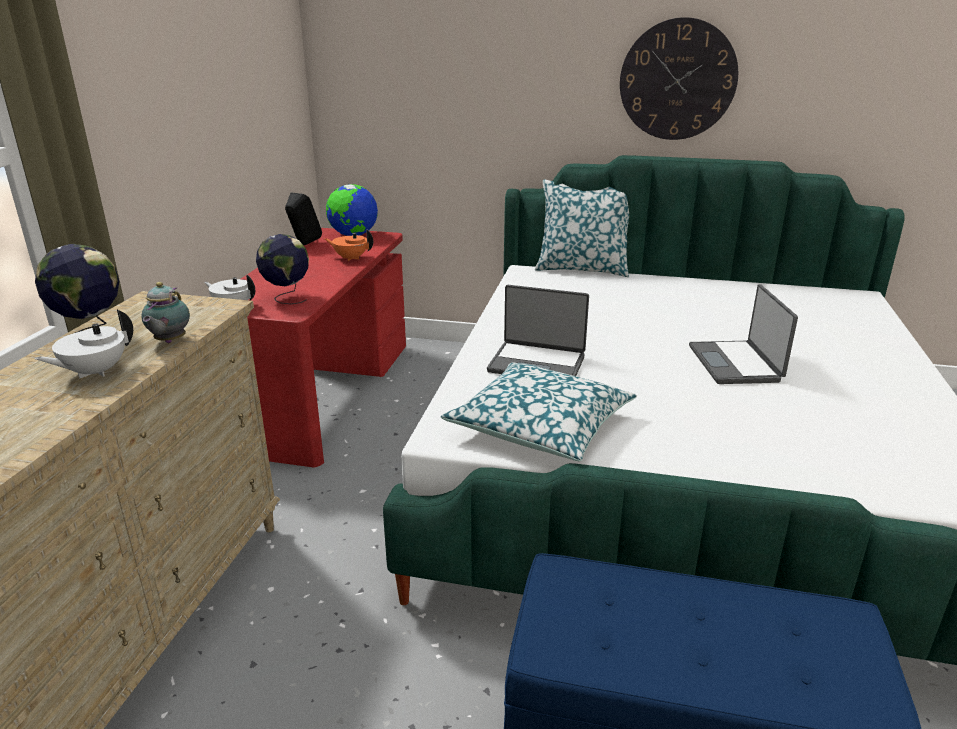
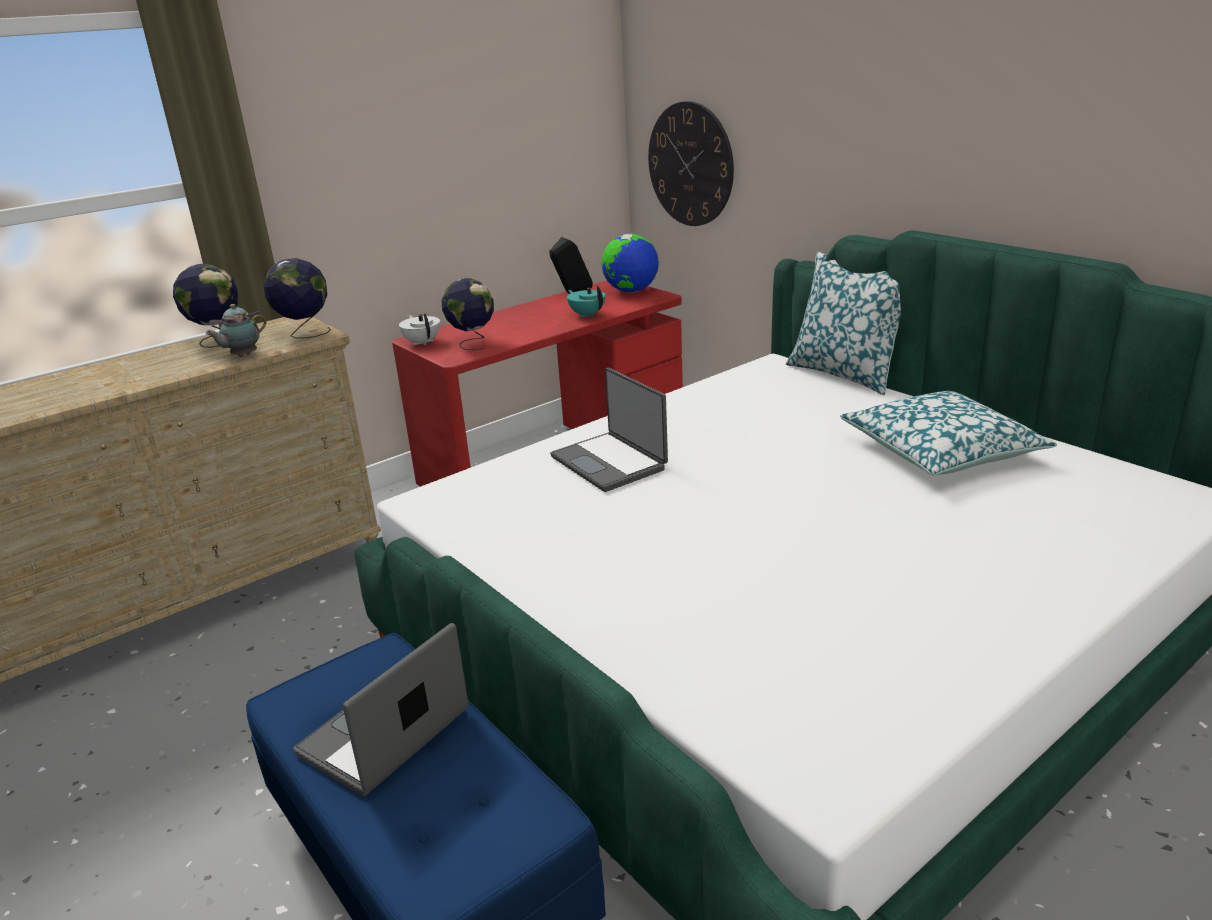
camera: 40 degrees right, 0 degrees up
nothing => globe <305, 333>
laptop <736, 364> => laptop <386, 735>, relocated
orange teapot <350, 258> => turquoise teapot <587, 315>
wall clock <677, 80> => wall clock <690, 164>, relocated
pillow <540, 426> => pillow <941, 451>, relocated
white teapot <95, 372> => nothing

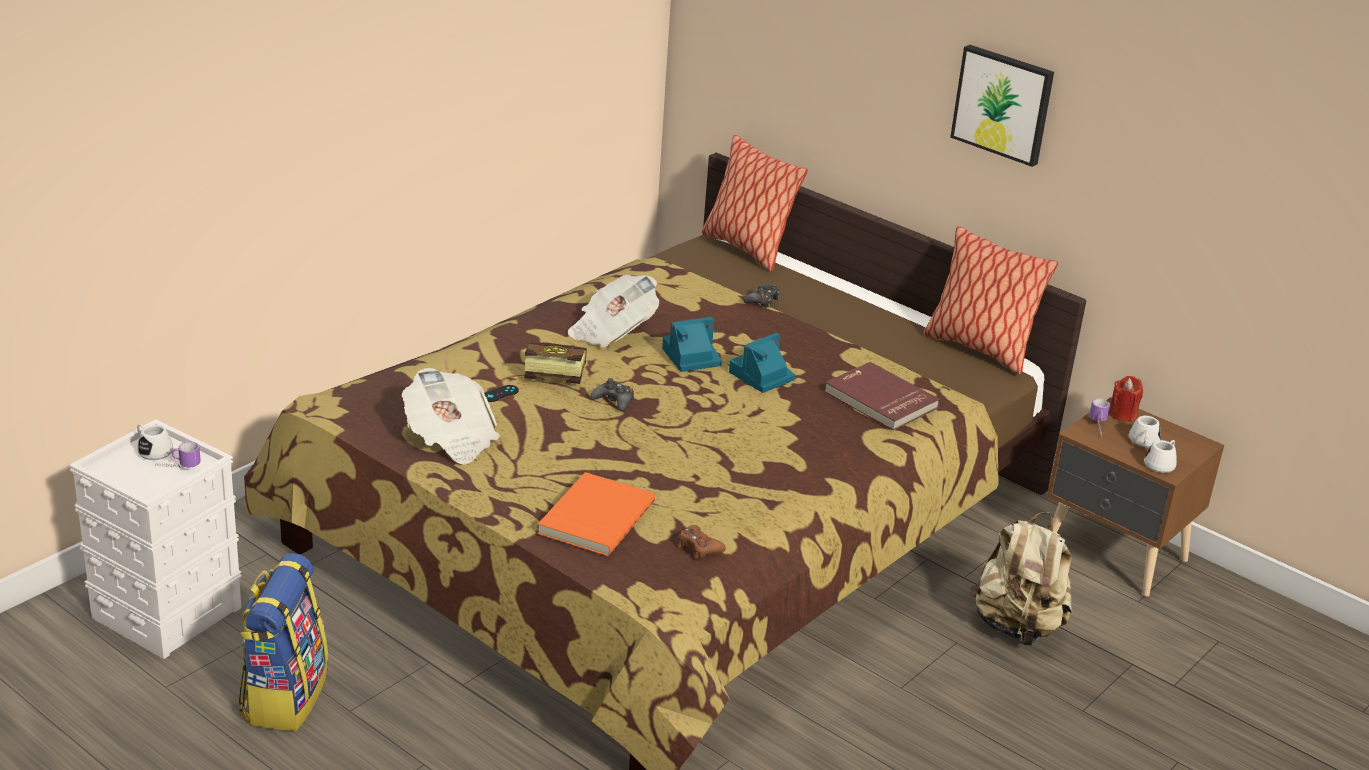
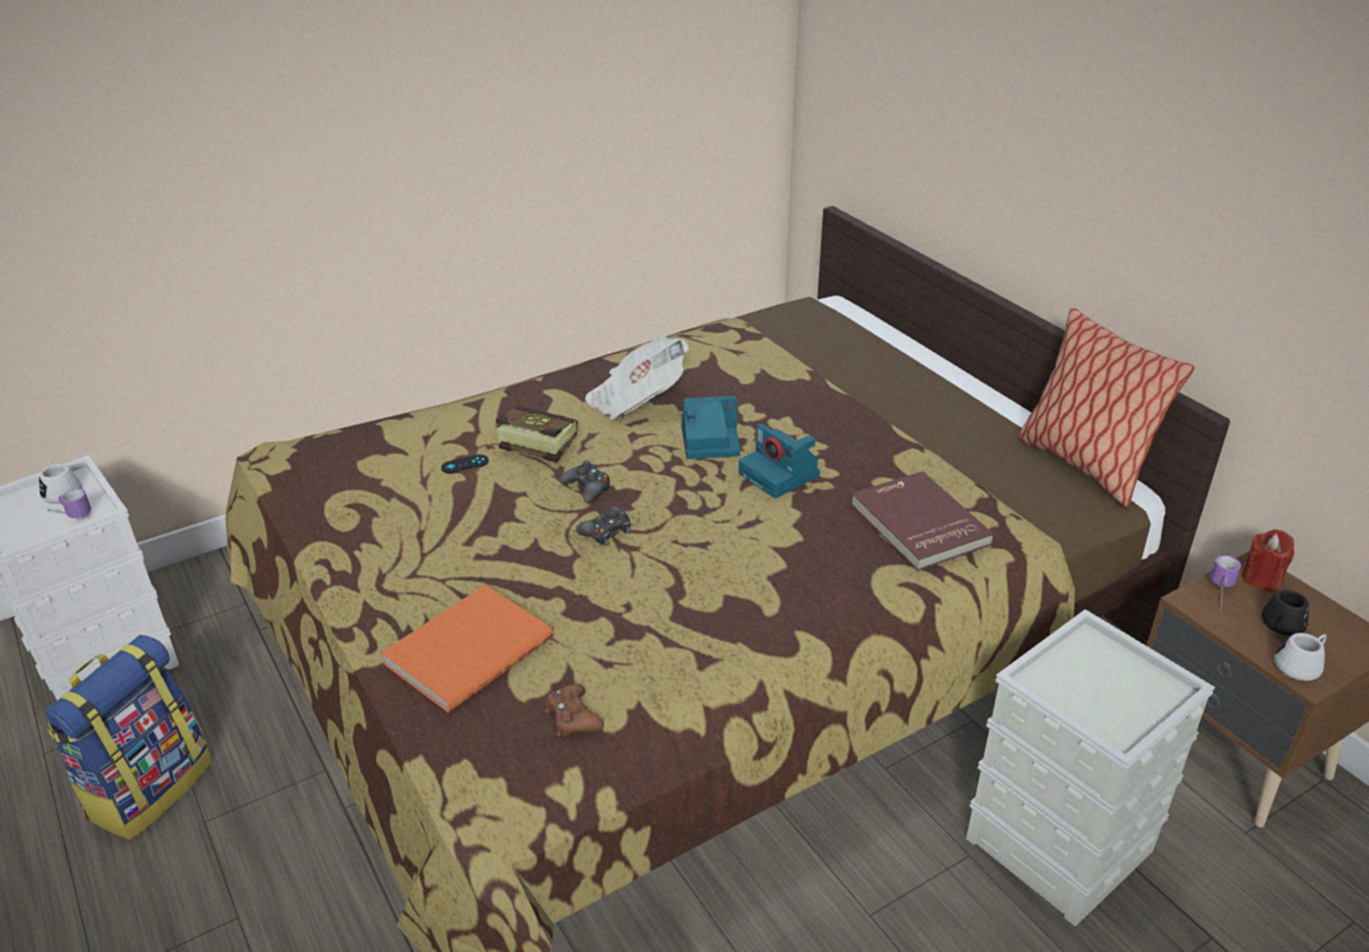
camera: 20 degrees right, 5 degrees up
black game controller <762, 300> => black game controller <606, 531>, relocated
photo camera <761, 376> => photo camera <781, 475>, 105 degrees counterclockwise
beige backpack <1017, 627> => grey storage box <1061, 845>
white mug <1143, 442> => black mug <1281, 626>
newspaper <451, 438> => nothing
pillow <747, 248> => nothing
picture <1003, 104> => nothing

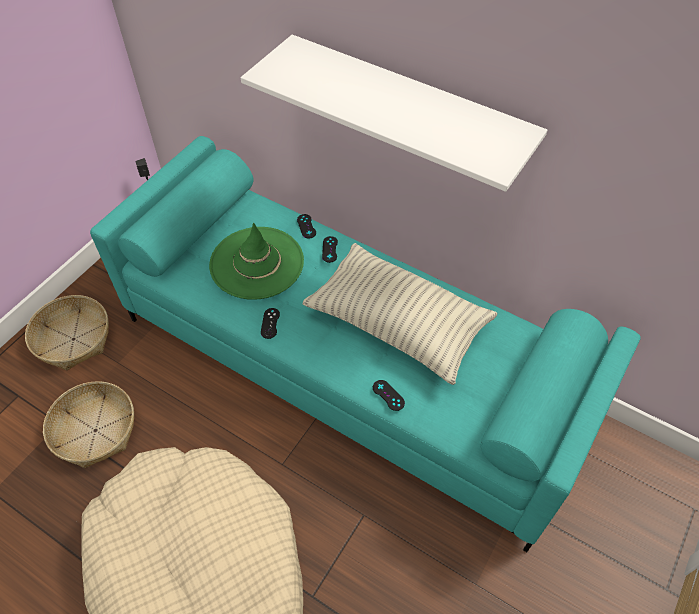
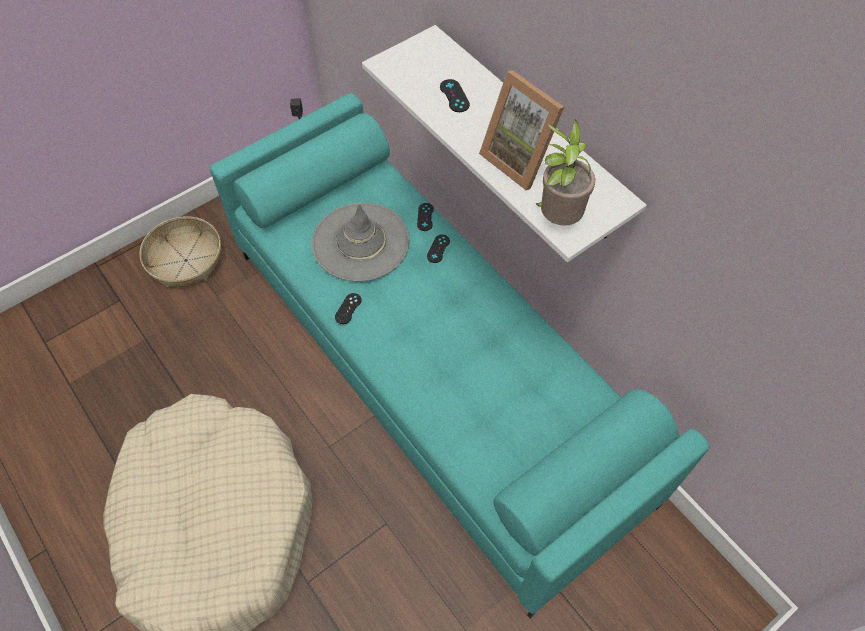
camera: 20 degrees right, 5 degrees up
green hat <256, 263> => grey hat <360, 242>
black game controller <388, 395> => black game controller <454, 96>, relocated
nothing => picture frame <521, 159>
nothing => potted plant <557, 218>
basket <95, 430> => nothing
pillow <398, 323> => nothing

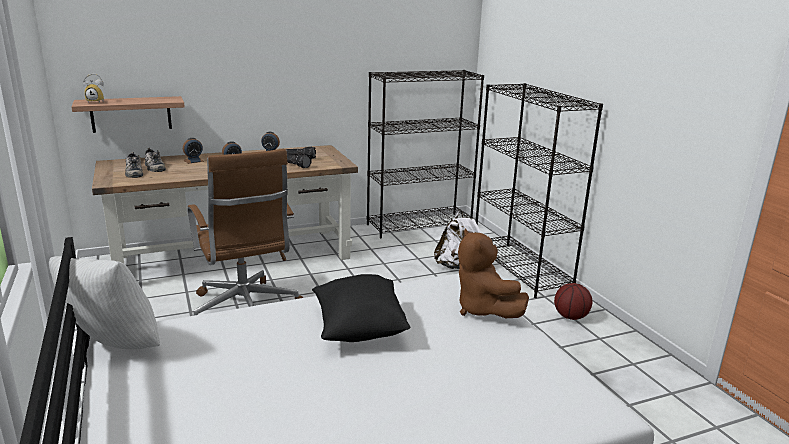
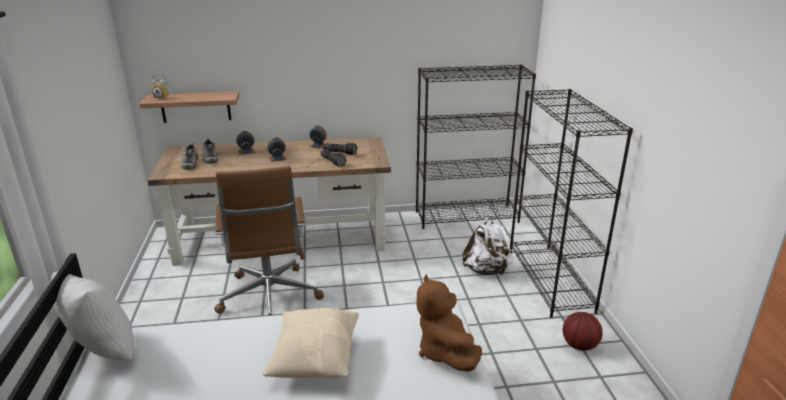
camera: 15 degrees right, 5 degrees up
black pillow <359, 329> => beige pillow <315, 360>

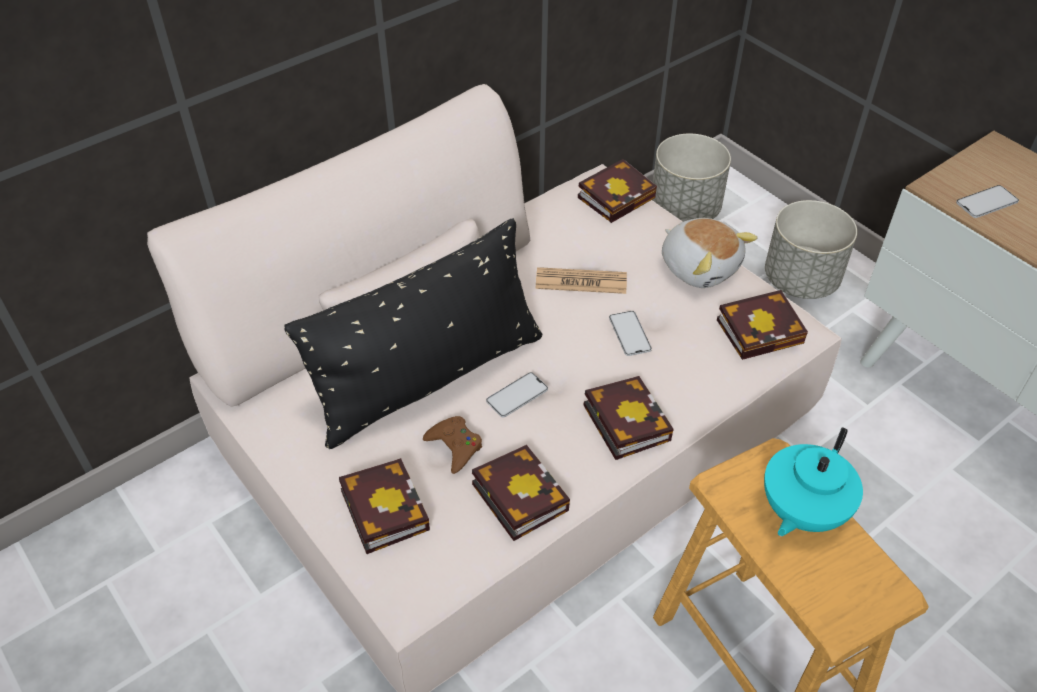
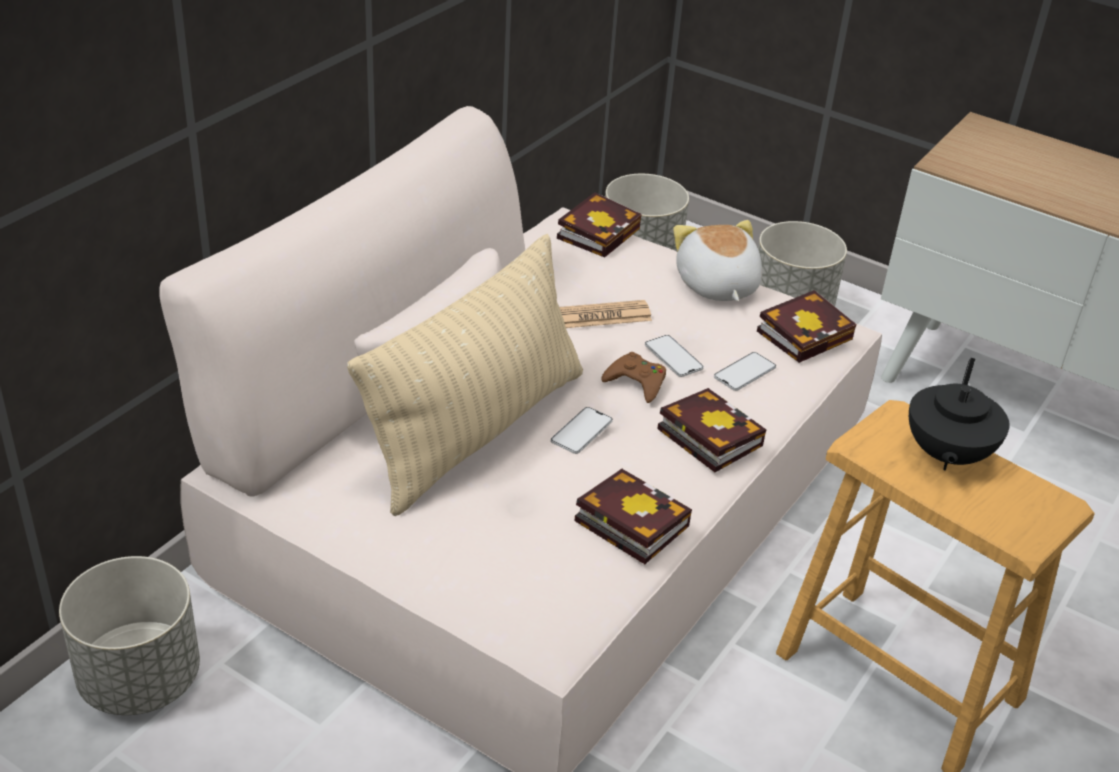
camera: 20 degrees left, 10 degrees down
nothing => grey planter <140, 678>
black pillow <429, 378> => beige pillow <476, 431>
brown game controller <455, 446> => brown game controller <636, 382>, relocated
plush toy <700, 266> => plush toy <716, 286>, 135 degrees counterclockwise
phone <987, 202> => phone <744, 372>, relocated
turquoise teapot <801, 511> => black teapot <946, 455>
book <381, 508> => nothing

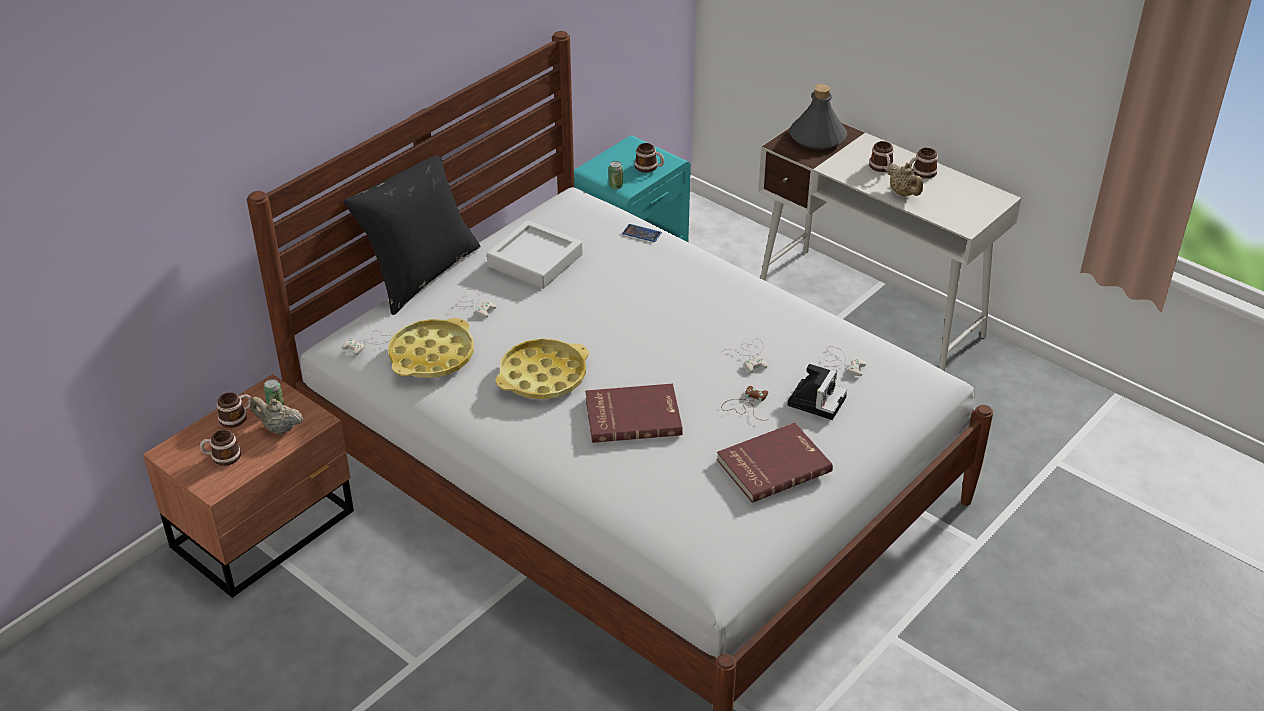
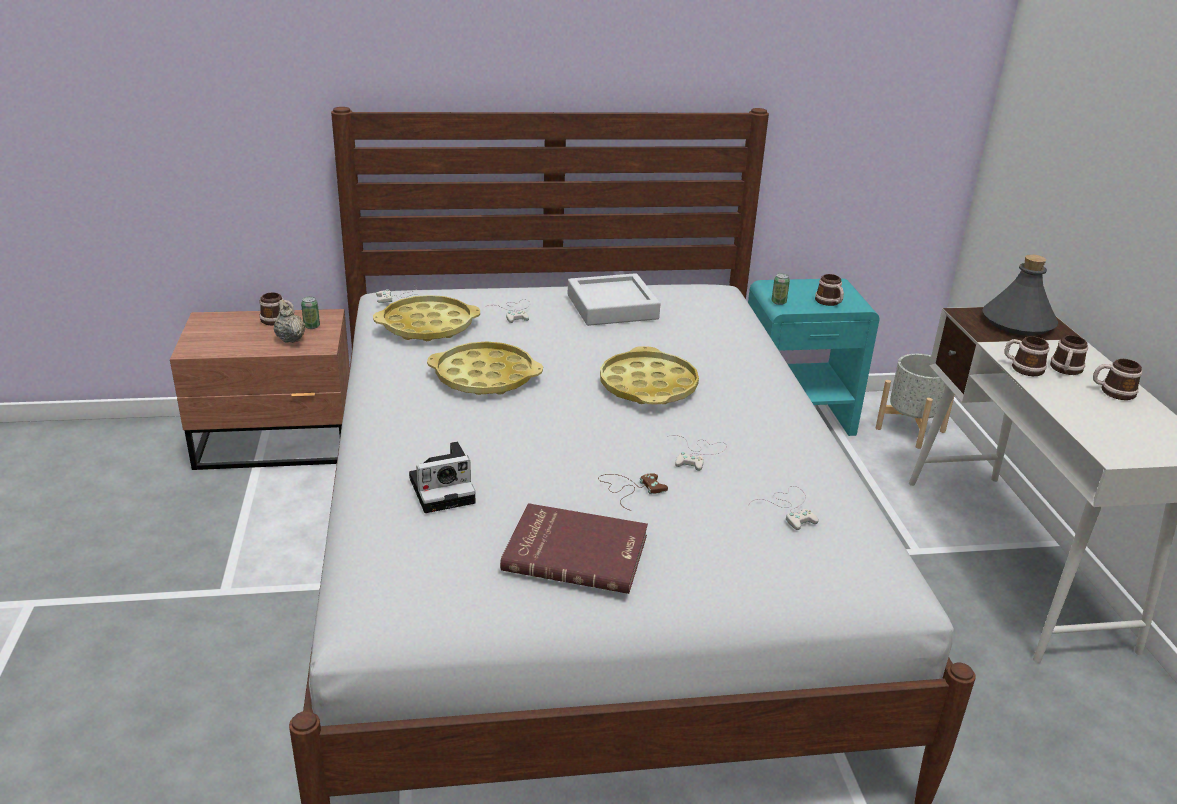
camera: 40 degrees right, 10 degrees down
photo camera <816, 400> => photo camera <444, 489>, relocated
nothing => yellow tray <648, 386>
nothing => grey planter <910, 430>
mug <222, 457> => mug <1022, 368>, relocated
black pillow <420, 273> => nothing
red book <633, 415> => nothing
phone <641, 233> => nothing
beige teapot <903, 193> => nothing

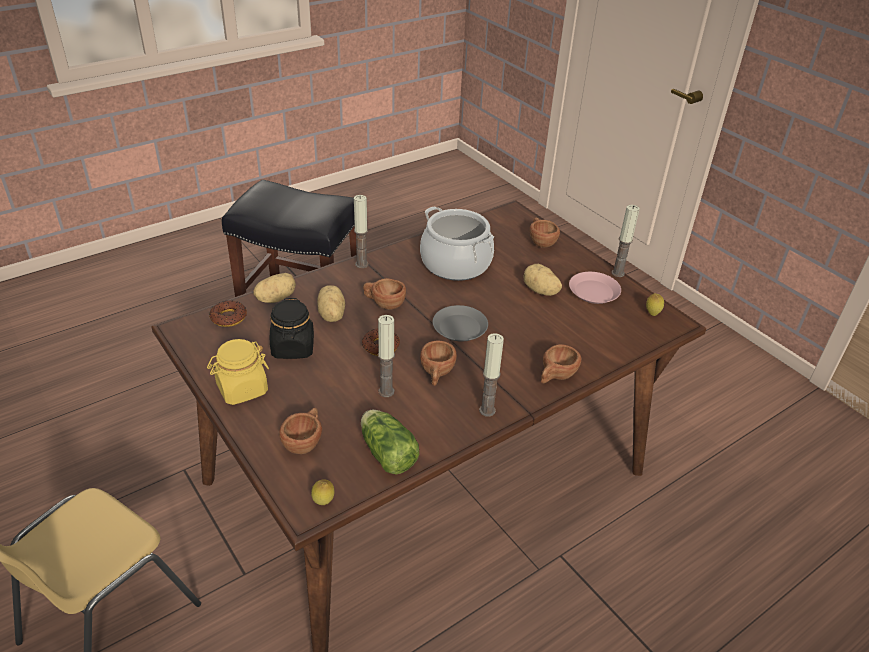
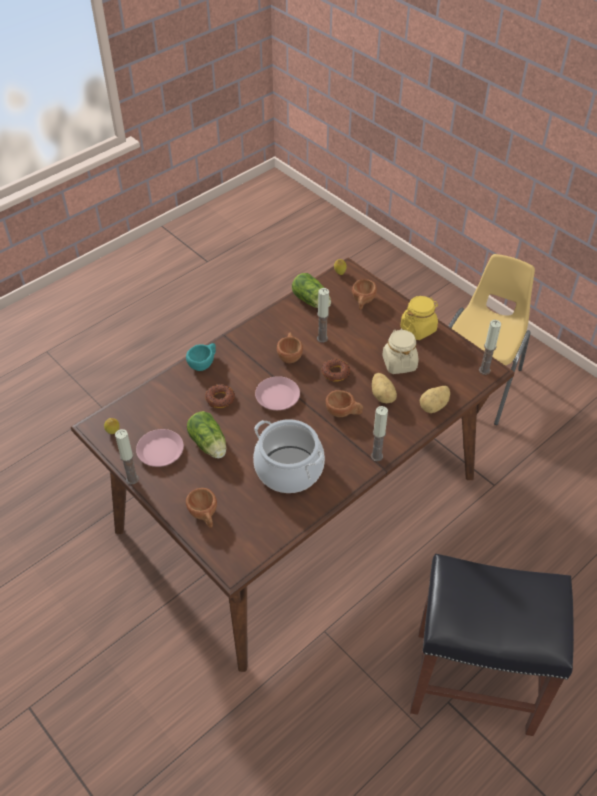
camera: 175 degrees right, 10 degrees up
brown cup <555, 376> => turquoise cup <204, 363>
potato <540, 291> => lettuce <209, 445>
donut <229, 317> => donut <220, 399>, relocated
grey plate <460, 328> => pink plate <277, 397>
black jar <293, 348> => beige jar <399, 363>
candle <487, 410> => candle <484, 370>, relocated

